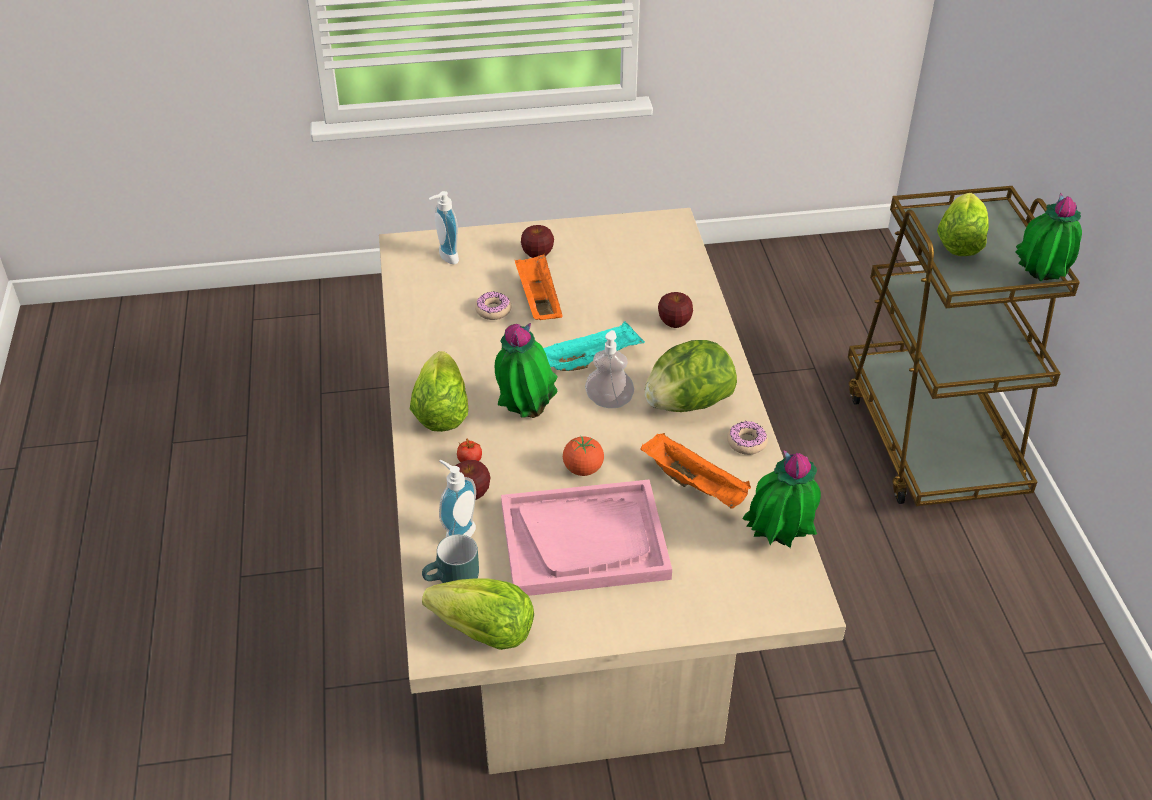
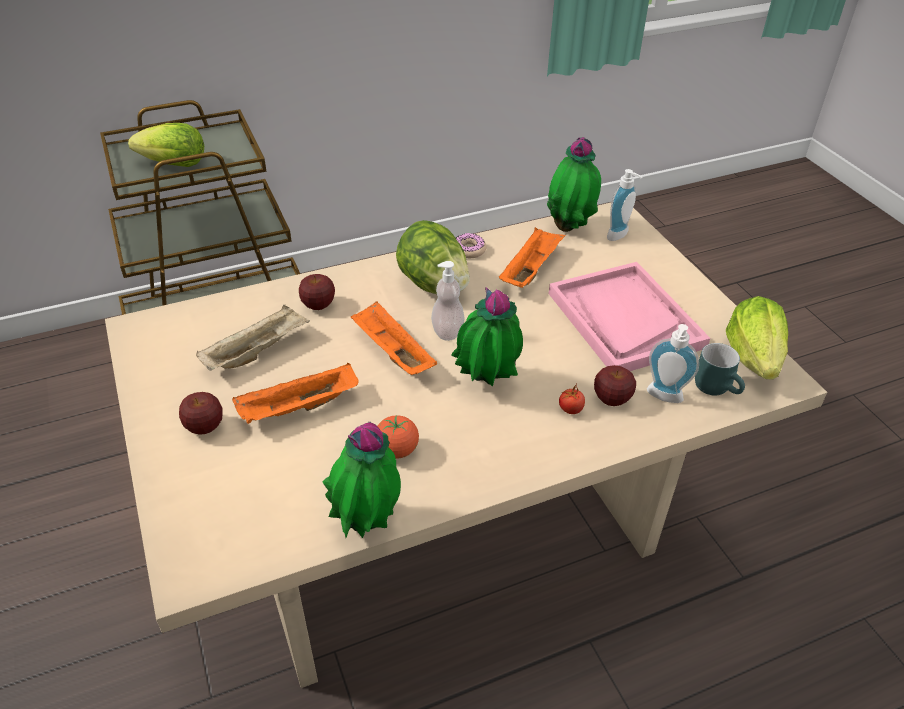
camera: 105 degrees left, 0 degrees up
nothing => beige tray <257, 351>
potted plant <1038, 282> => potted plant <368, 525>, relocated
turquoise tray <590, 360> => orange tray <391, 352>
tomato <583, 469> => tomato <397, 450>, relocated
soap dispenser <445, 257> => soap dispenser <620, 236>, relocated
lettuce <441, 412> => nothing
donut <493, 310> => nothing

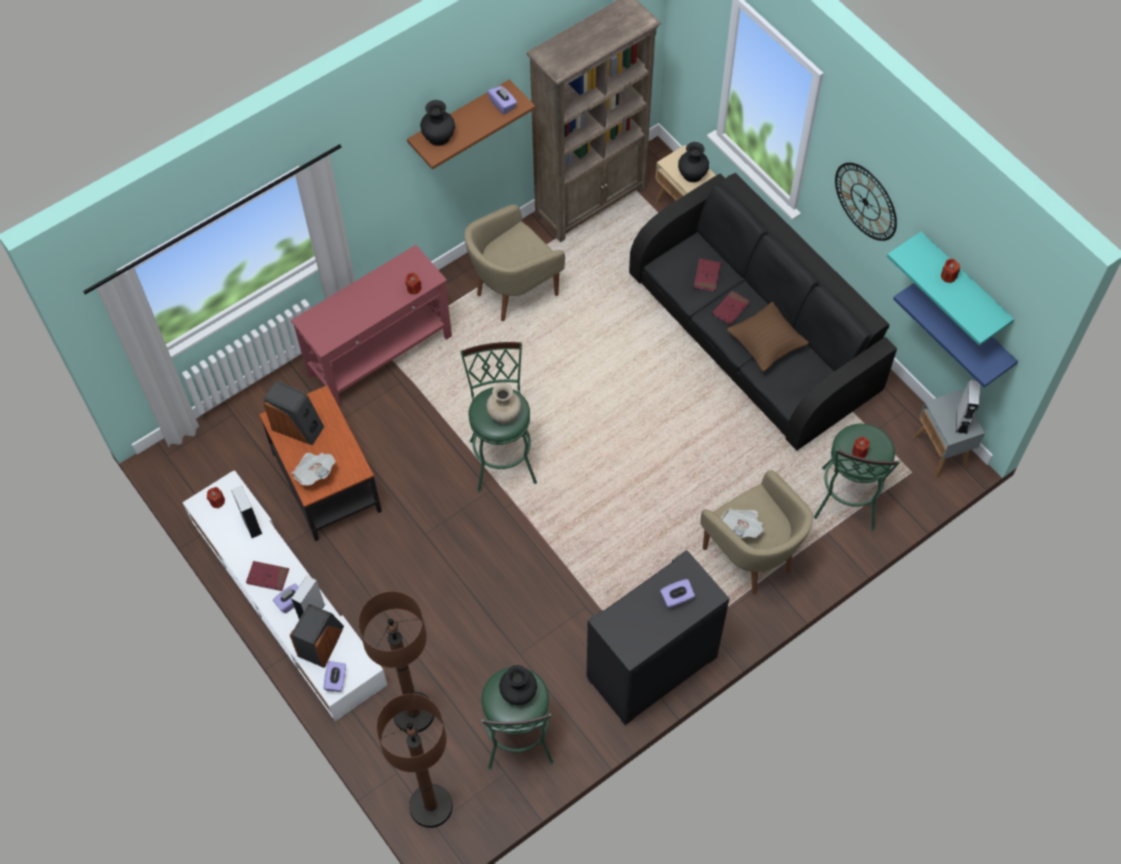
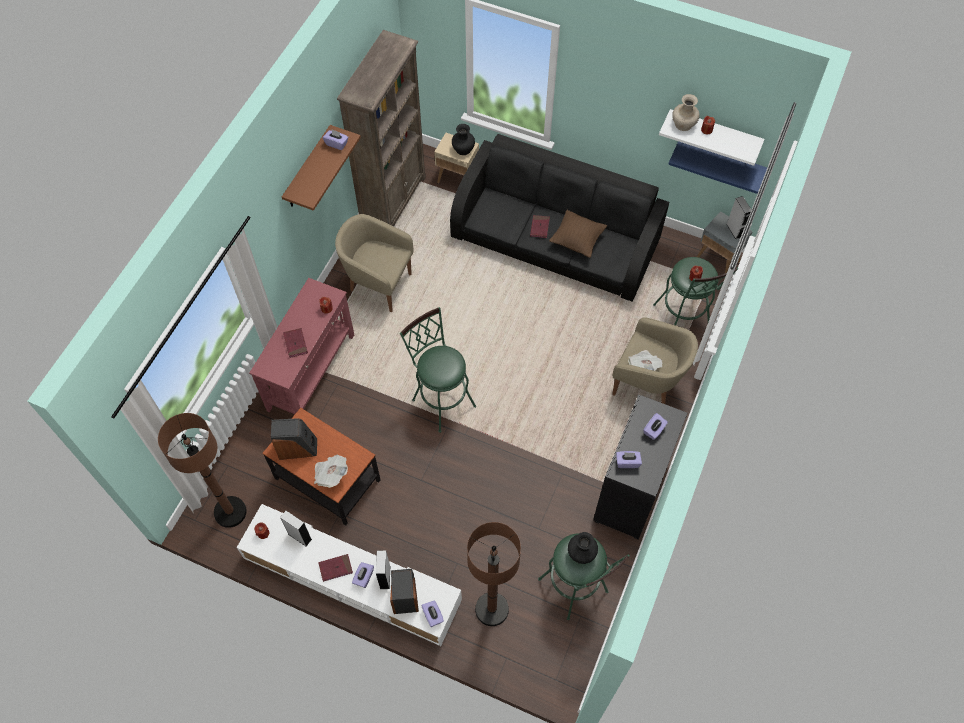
camera: 30 degrees left, 0 degrees up
brown floor lamp <431, 806> => brown floor lamp <230, 512>, relocated
red book <707, 276> => red book <295, 343>, relocated
beige armchair <513, 291> => beige armchair <378, 285>, 90 degrees clockwise
nothing => purple tissue box <627, 462>
turquoise shelf <963, 284> => white shelf <714, 133>
beige vase <504, 414> => beige vase <683, 124>, relocated
black vase <438, 136> => nothing
wall clock <865, 201> => nothing

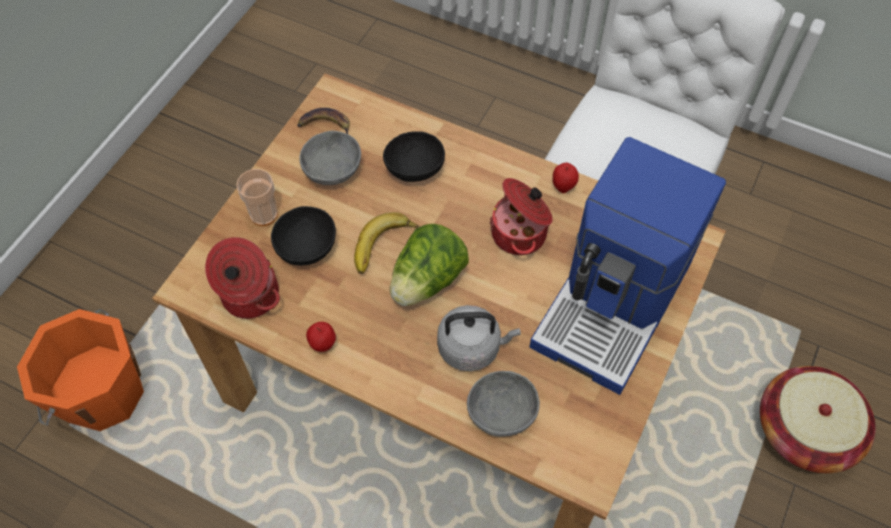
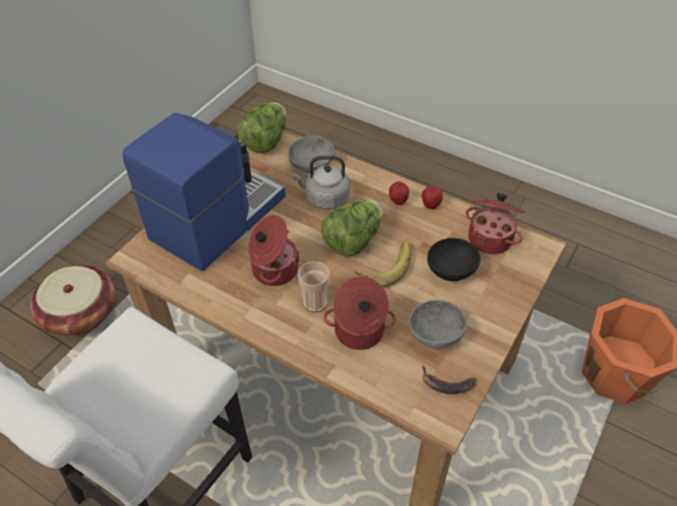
camera: 175 degrees left, 10 degrees down
nothing => lettuce <266, 141>
cup <264, 214> => cup <315, 302>, relocated
black bowl <414, 167> => cooking pot <359, 332>
apple <563, 187> => apple <398, 202>, relocated

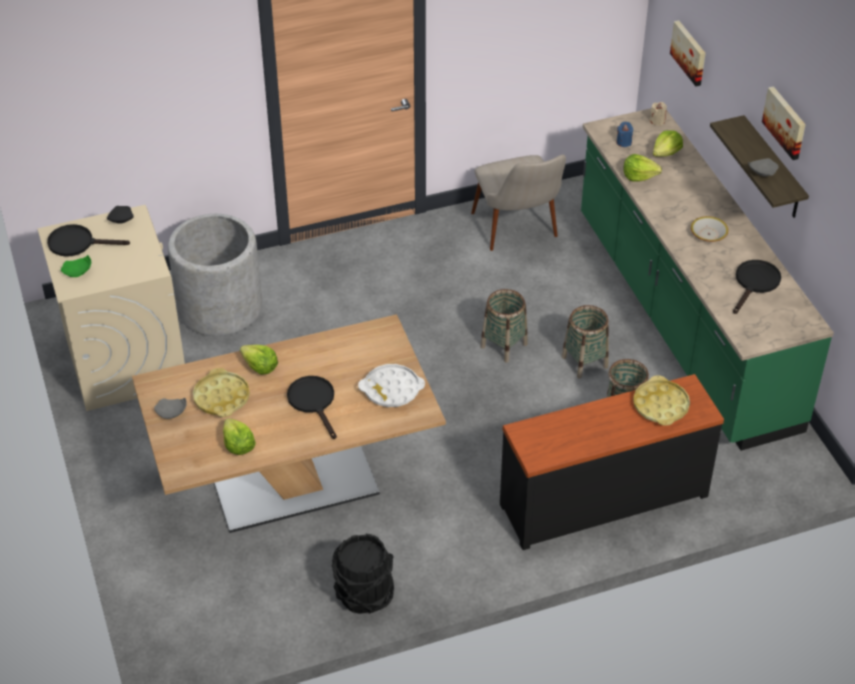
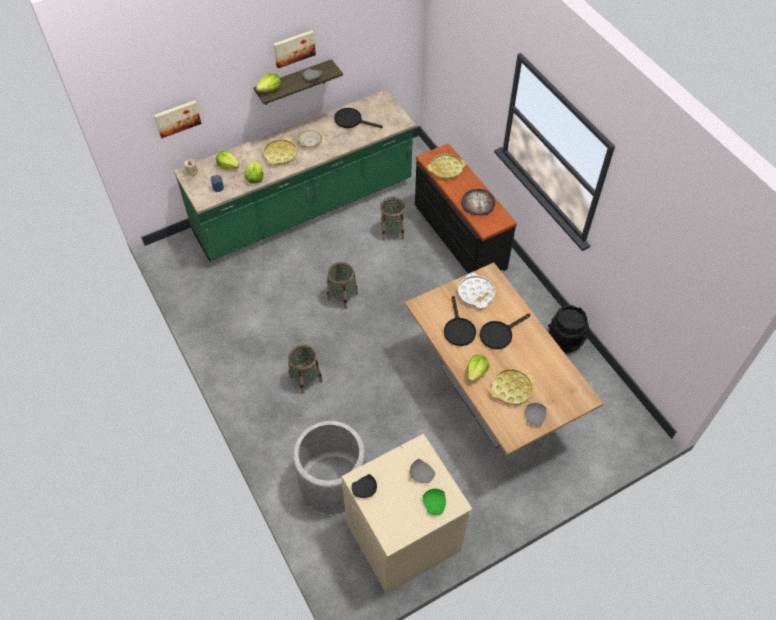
camera: 100 degrees left, 10 degrees up
lettuce <238, 445> => lettuce <270, 89>, relocated
nothing => yellow tray <280, 154>
basket <584, 362> => basket <306, 379>, relocated
nothing => grey plate <422, 473>
black frying pan <77, 243> => black frying pan <458, 329>, relocated
nothing => bread <478, 203>
beige chair <519, 234> => nothing

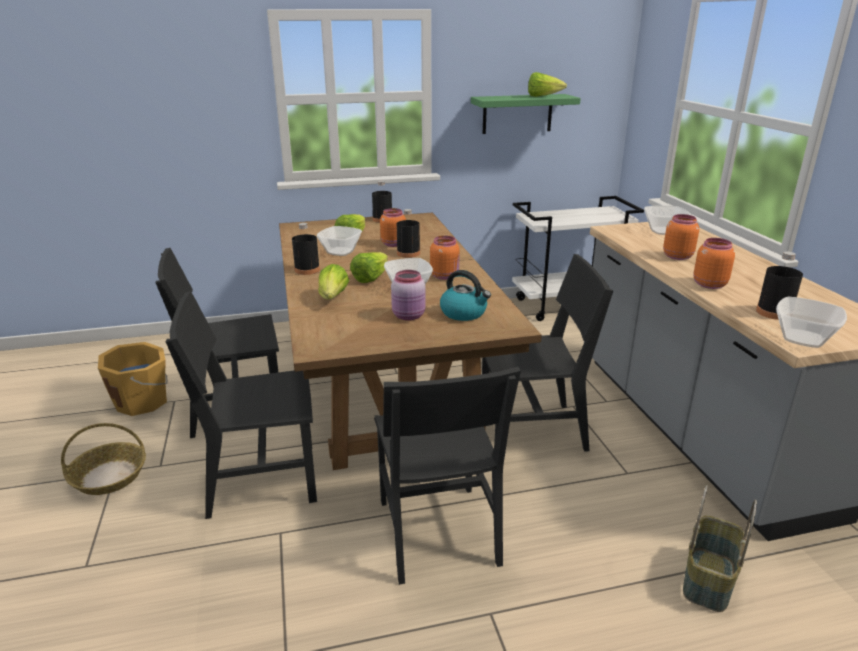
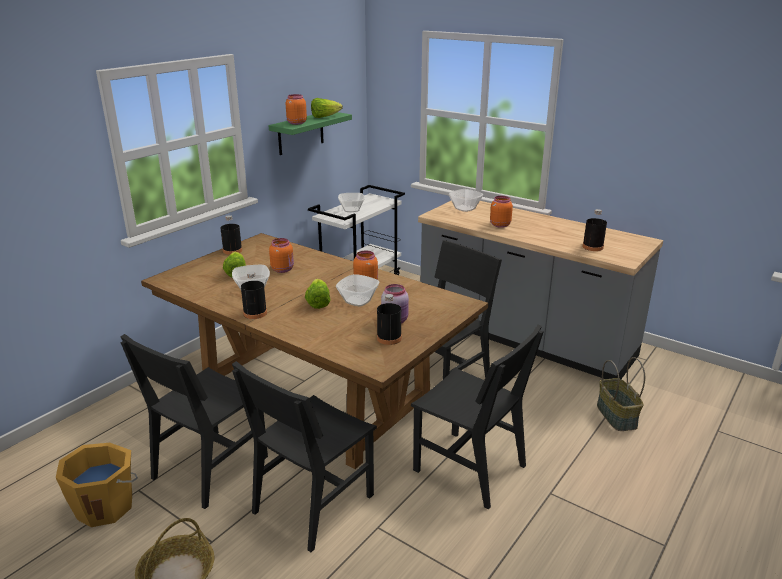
camera: 40 degrees left, 0 degrees up
orange jar <708, 284> => orange jar <296, 123>, relocated
bowl <802, 339> => bowl <351, 210>, relocated
black bottle <408, 253> => black bottle <389, 338>, relocated
lettuce <333, 298> => nothing
kettle <464, 313> => nothing

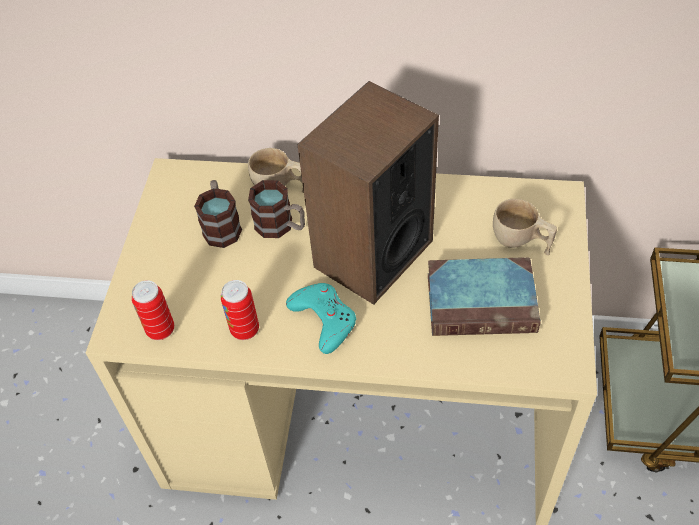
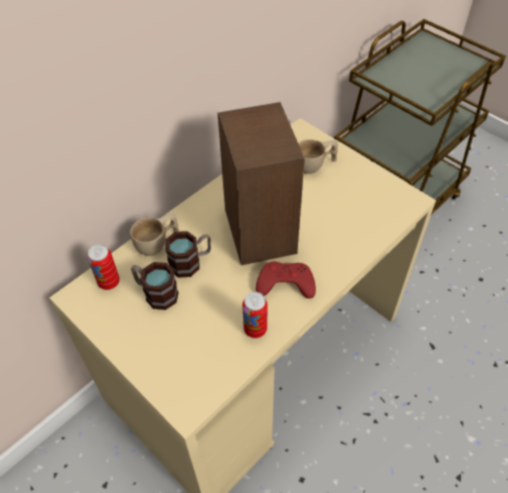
camera: 55 degrees left, 0 degrees up
can <160, 330> => can <109, 282>, relocated
turquoise game controller <324, 319> => red game controller <285, 283>
book <483, 301> => nothing

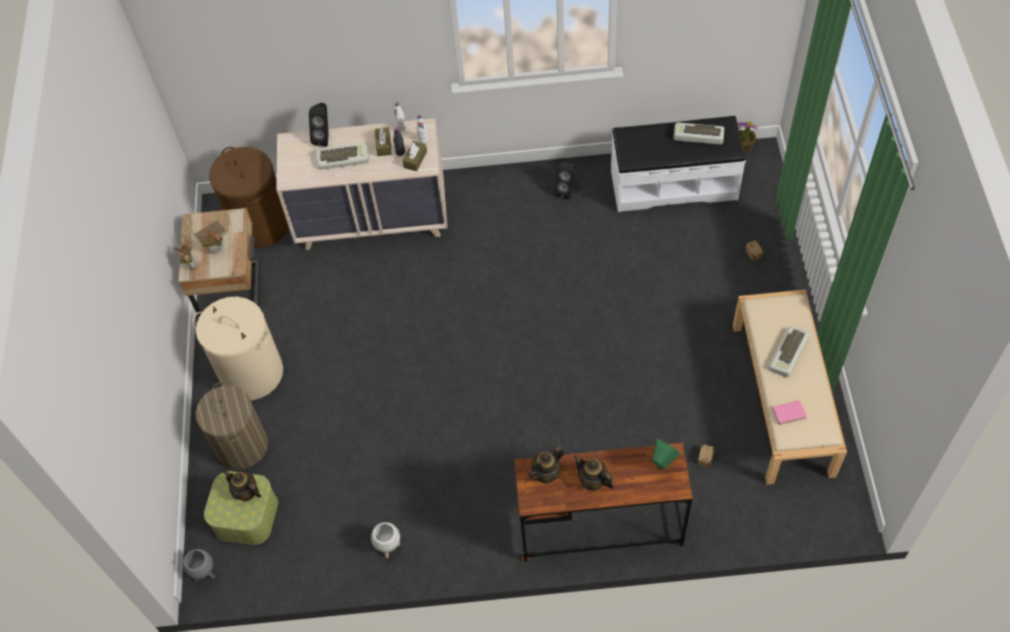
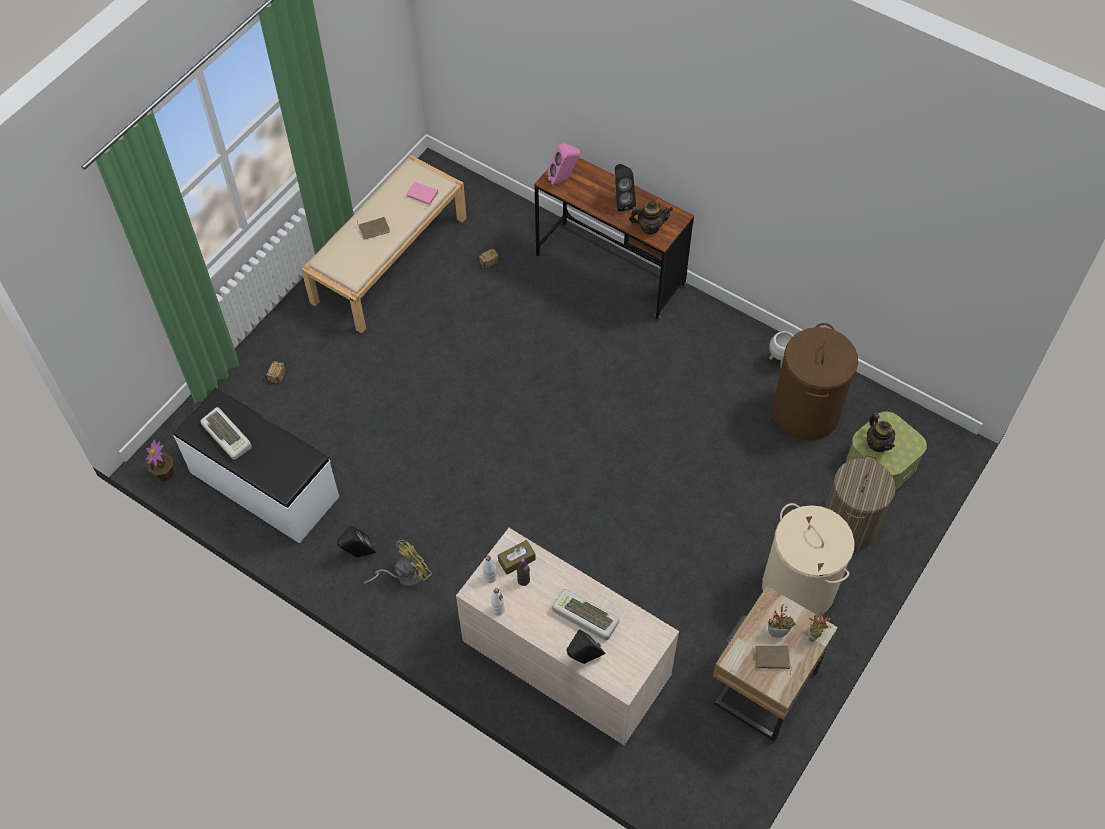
camera: 145 degrees left, 0 degrees up
keyboard <789, 354> => brown book <374, 228>
nothing => yellow fan <404, 575>
green speaker <662, 465> => pink speaker <564, 179>
teapot <592, 481> => black speaker <621, 201>
brown laundry basket <260, 225> => brown laundry basket <806, 412>, relocated
grey planter <205, 573> => nothing
brown tissue box <383, 145> => nothing

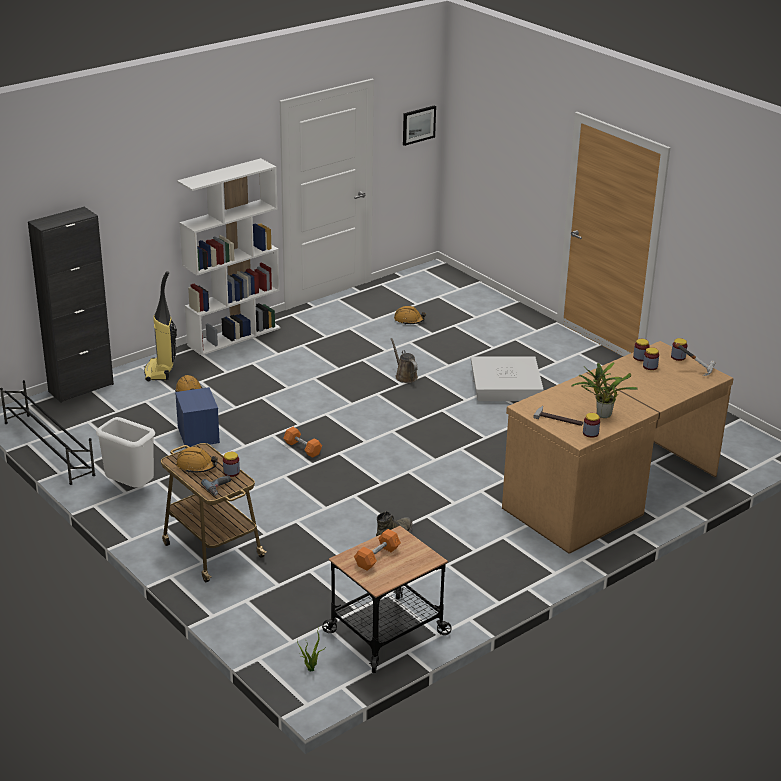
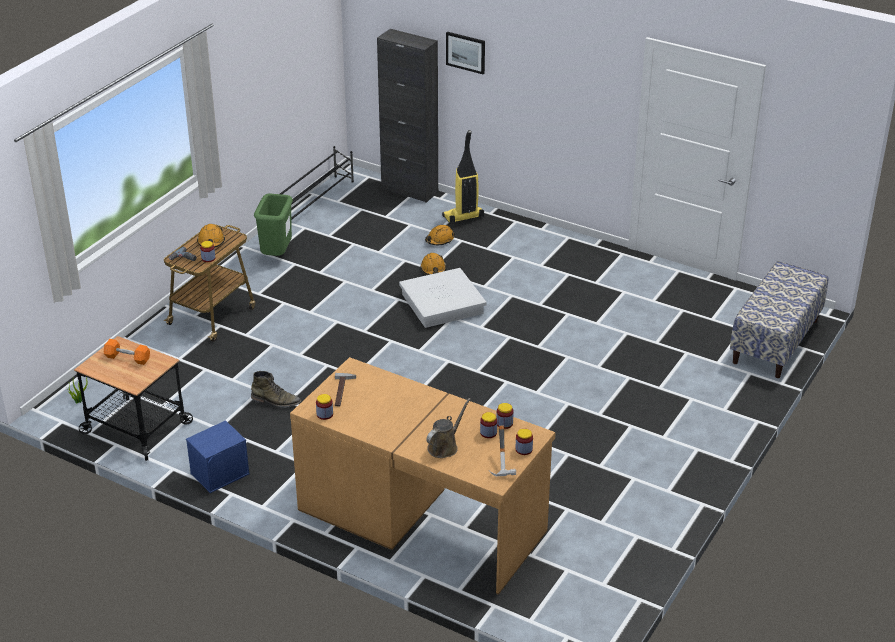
camera: 70 degrees right, 5 degrees up
blue storage box <197, 434> => blue storage box <220, 473>, relocated
white trash can <129, 488> => green trash can <276, 255>
white storage box <505, 385> => white storage box <442, 304>, relocated
orange hard hat <409, 320> => orange hard hat <433, 269>, relocated
brown watering can <405, 376> => brown watering can <444, 446>, relocated
picture <418, 125> => picture <466, 52>, relocated
nothing => bench <775, 342>
white bookcase <234, 336> => nothing
orange dumbbell <302, 448> => nothing
potted plant <601, 414> => nothing

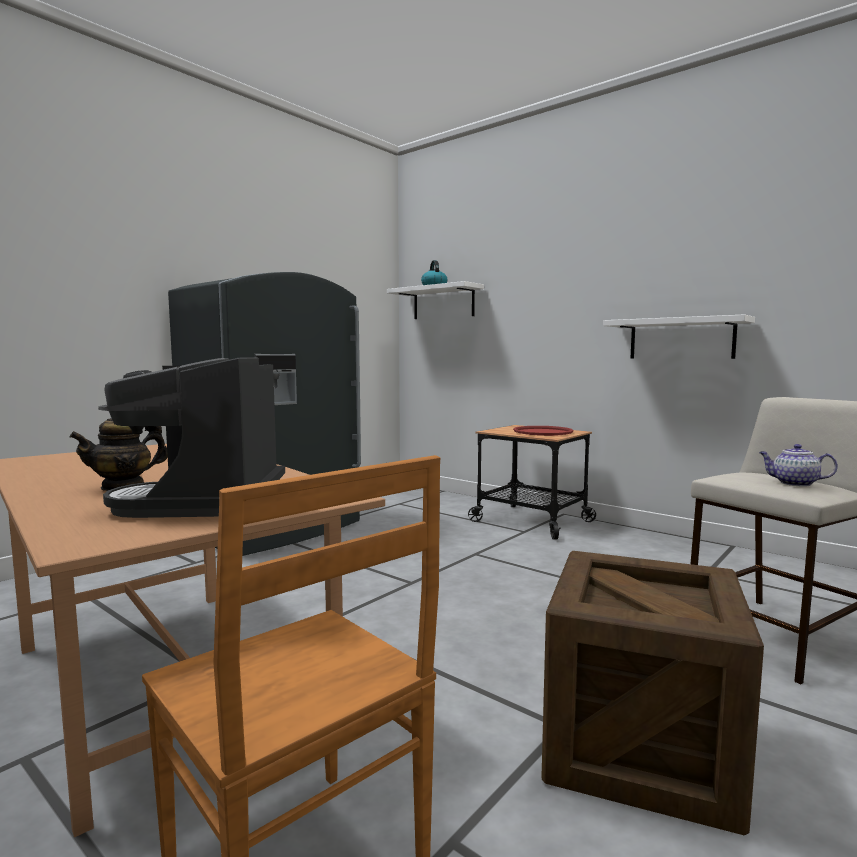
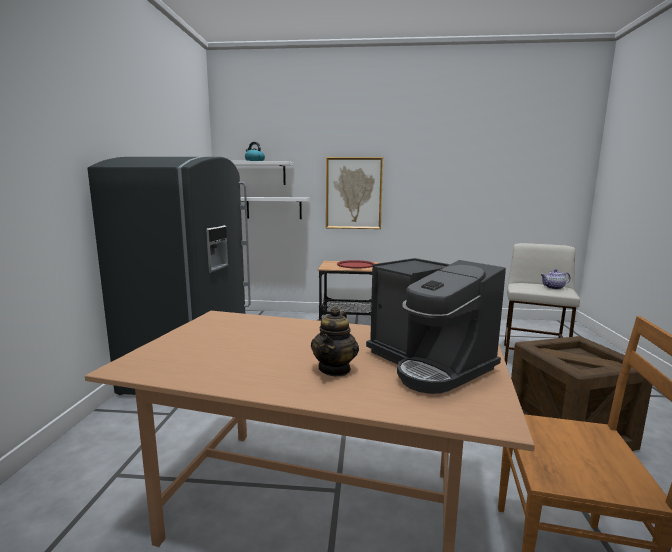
camera: 35 degrees left, 5 degrees up
white shelf <681, 339> => white shelf <274, 208>, relocated
nothing => picture <353, 193>

